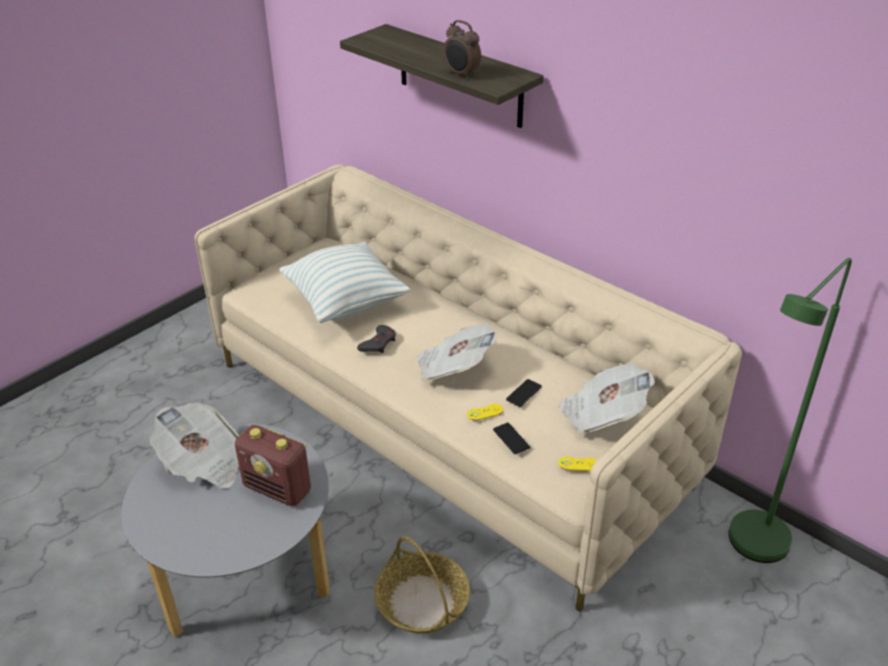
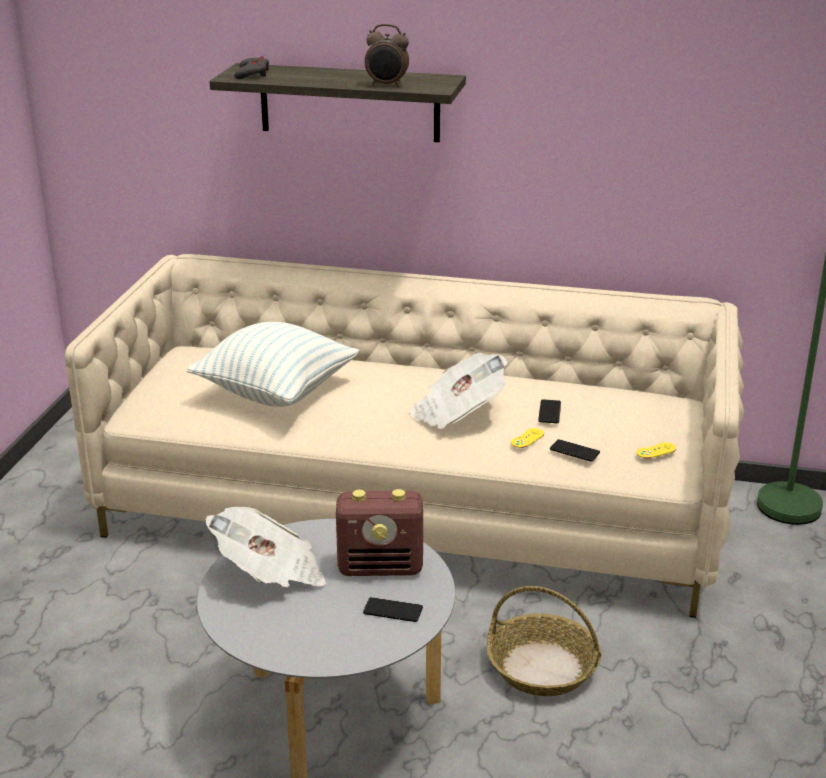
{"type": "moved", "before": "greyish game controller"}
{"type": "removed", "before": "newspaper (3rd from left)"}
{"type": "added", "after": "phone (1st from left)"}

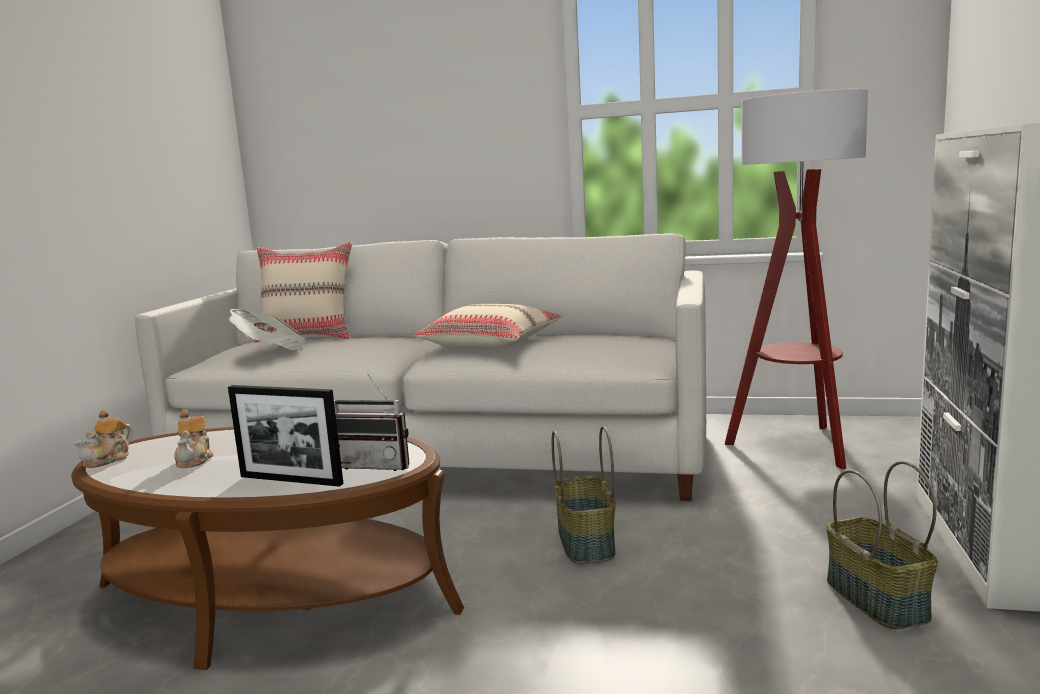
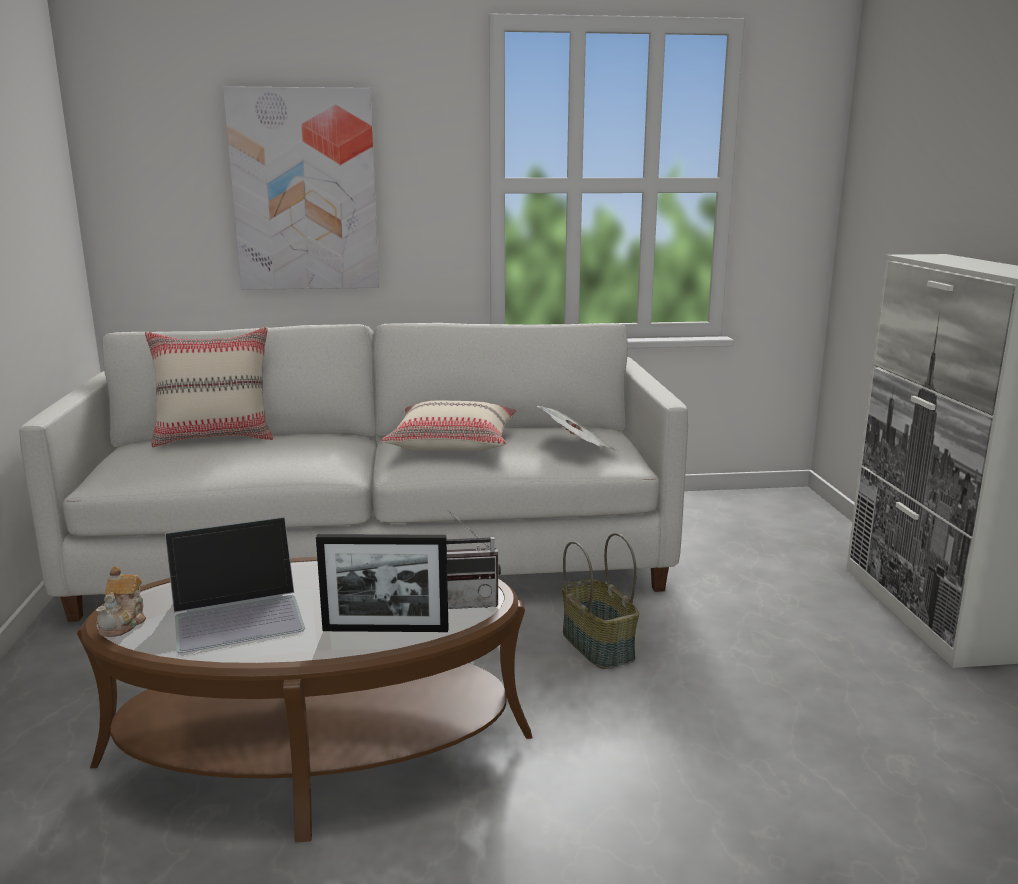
{"type": "removed", "before": "floor lamp"}
{"type": "moved", "before": "newspaper"}
{"type": "replaced", "before": "teapot (2nd from left)", "after": "laptop"}
{"type": "removed", "before": "household basket (2nd from left)"}
{"type": "added", "after": "picture"}

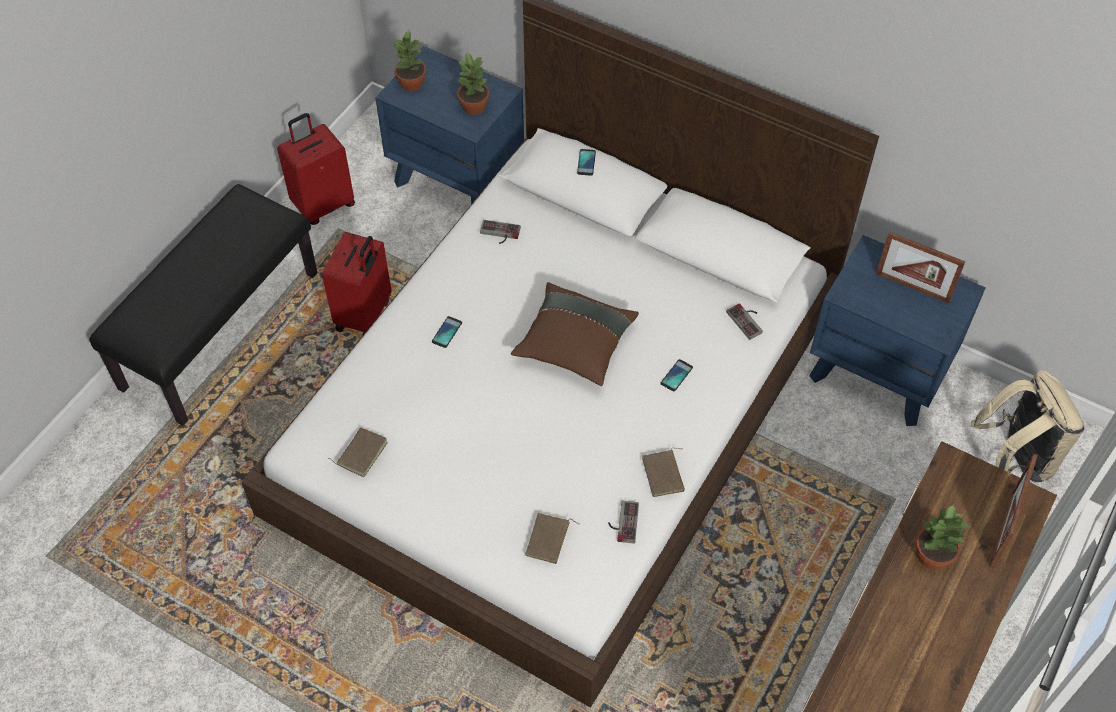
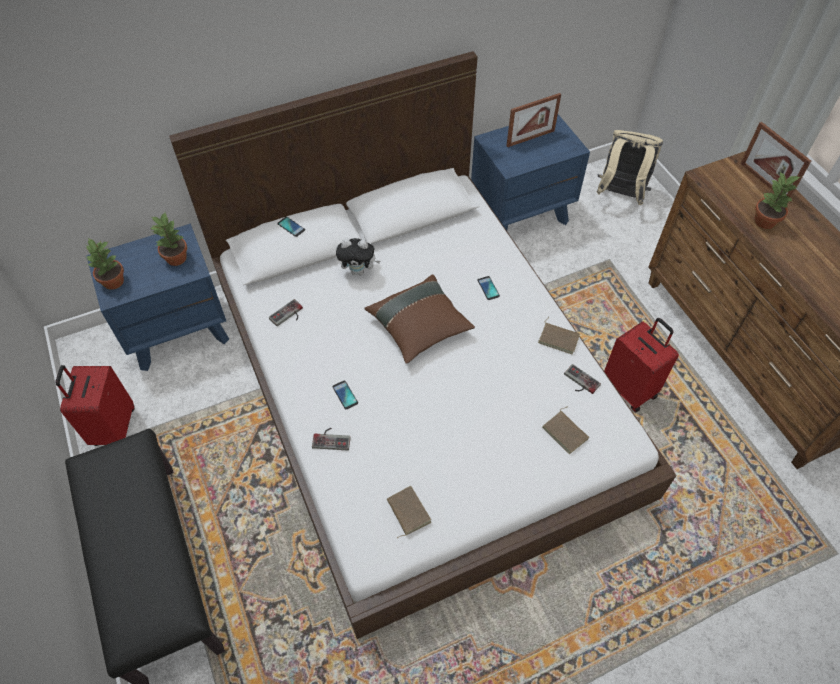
{"type": "moved", "before": "red-coloured travel case (2nd from left)"}
{"type": "moved", "before": "game controller (3rd from left in the first image)", "after": "game controller (2nd from left)"}
{"type": "added", "after": "cuddly toy"}

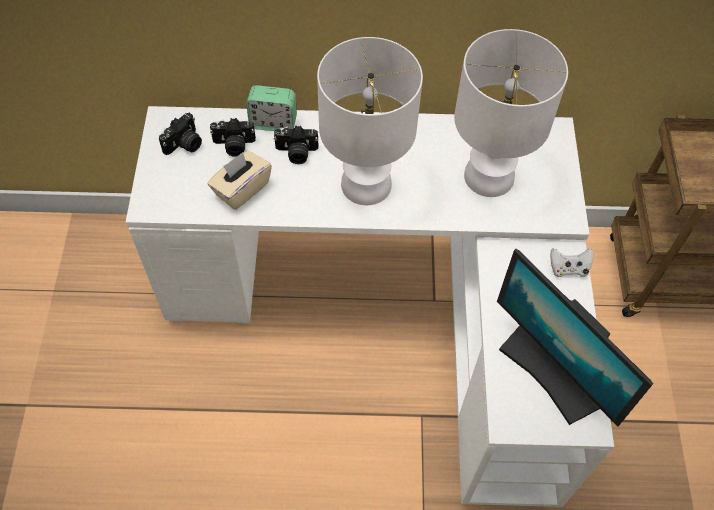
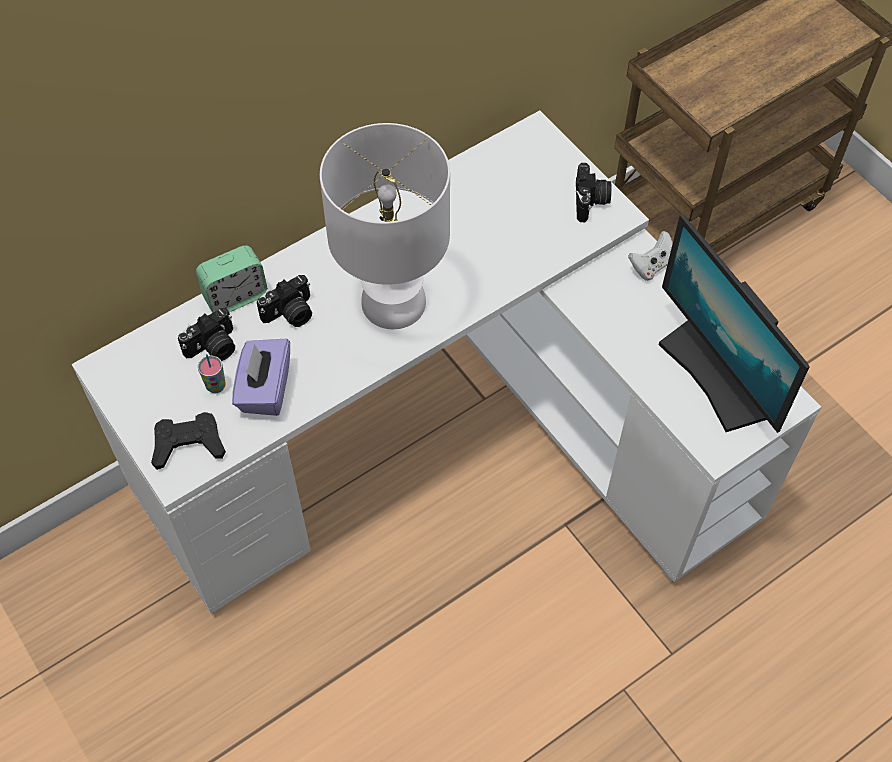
{"type": "removed", "before": "white-coloured table lamp (2nd from left)"}
{"type": "moved", "before": "photo camera (1st from left in the first image)", "after": "photo camera (3rd from left)"}
{"type": "recoloured", "before": "sand-coloured box of tissues", "after": "purple-coloured box of tissues"}
{"type": "turned", "before": "computer display", "turn": 45}
{"type": "added", "after": "small cup"}
{"type": "added", "after": "blackish game controller"}

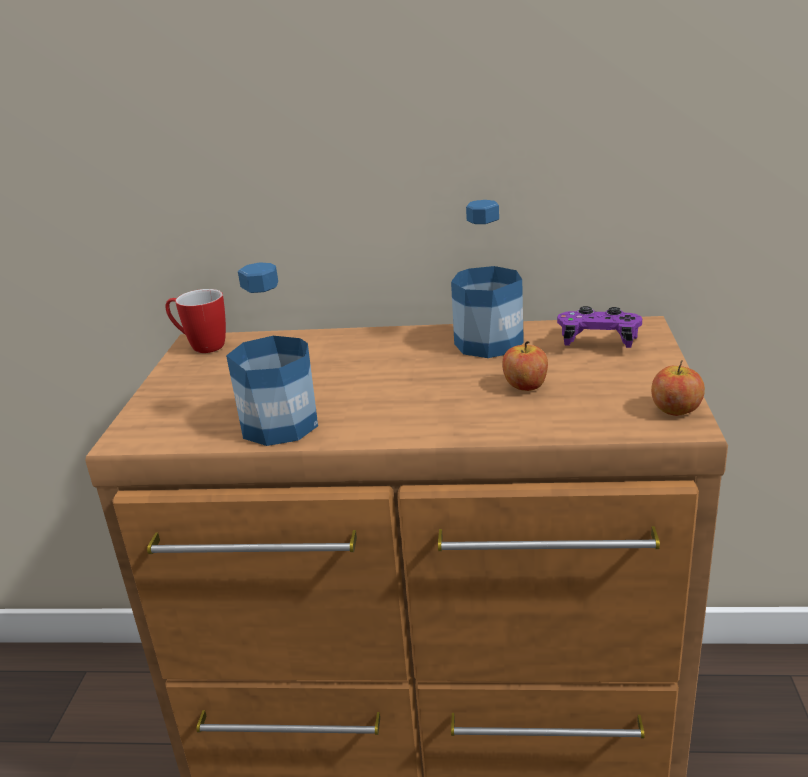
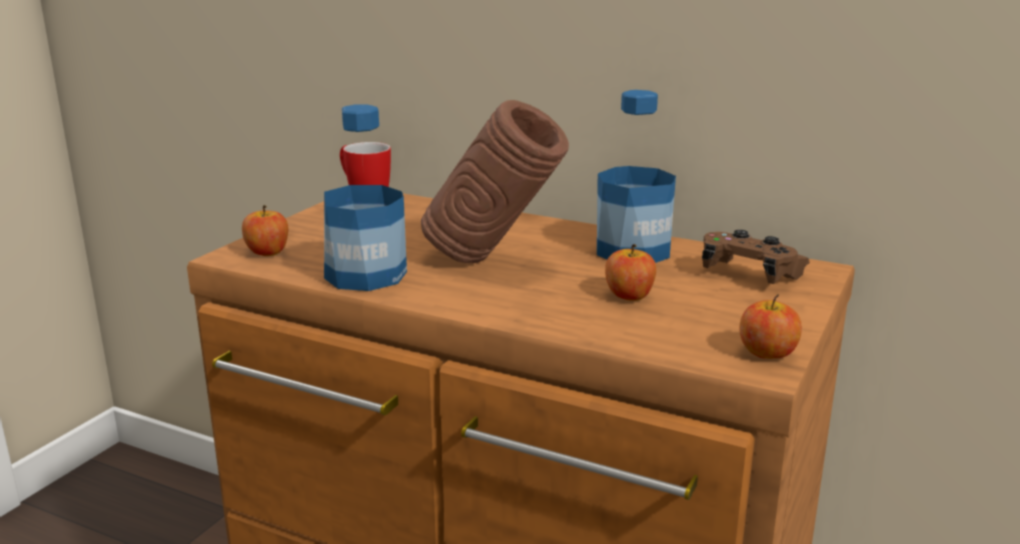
{"type": "recoloured", "before": "purple-coloured game controller", "after": "brownish game controller"}
{"type": "added", "after": "brownish flower vase"}
{"type": "added", "after": "whole apple (1st from left)"}

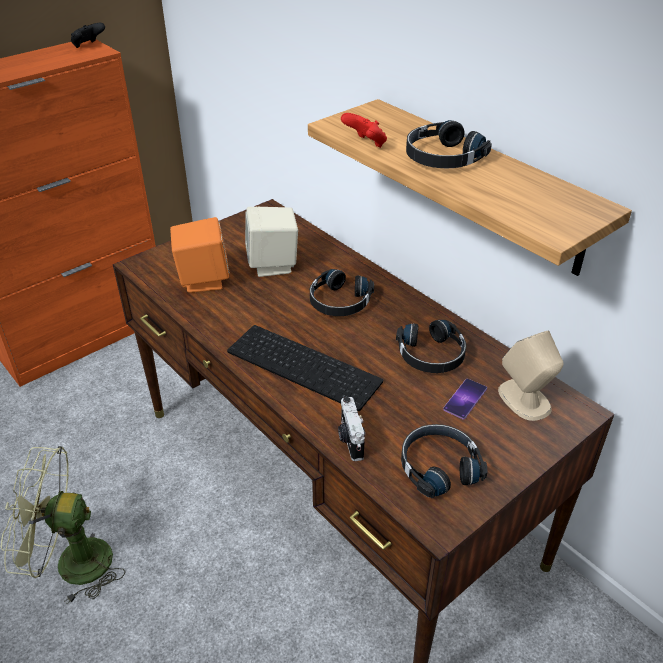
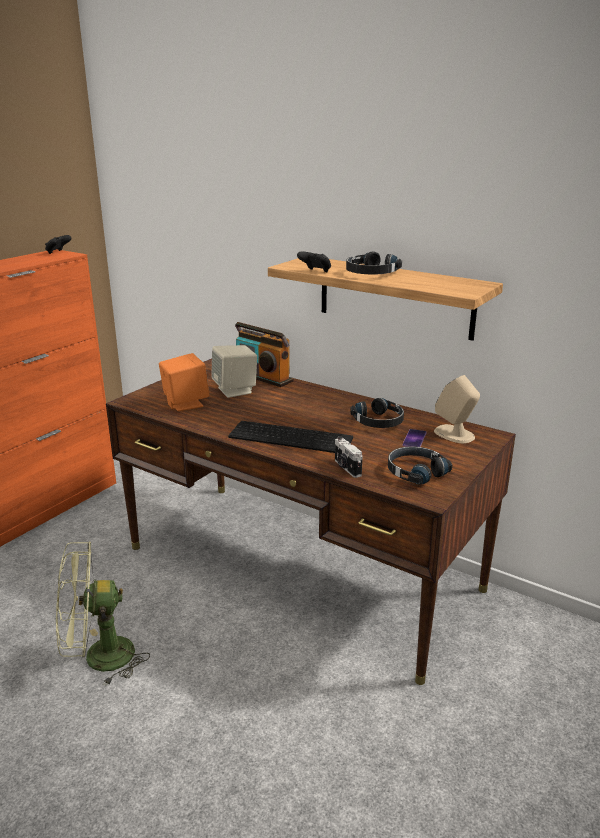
{"type": "recoloured", "before": "red-coloured game controller", "after": "blackish game controller (2nd from left)"}
{"type": "removed", "before": "blackish headphones (1st from left)"}
{"type": "added", "after": "radio receiver"}

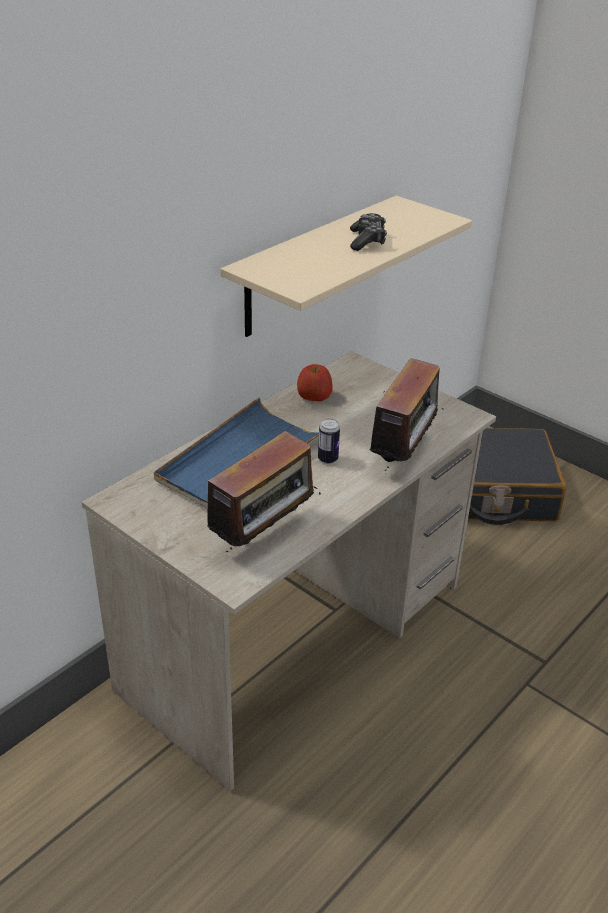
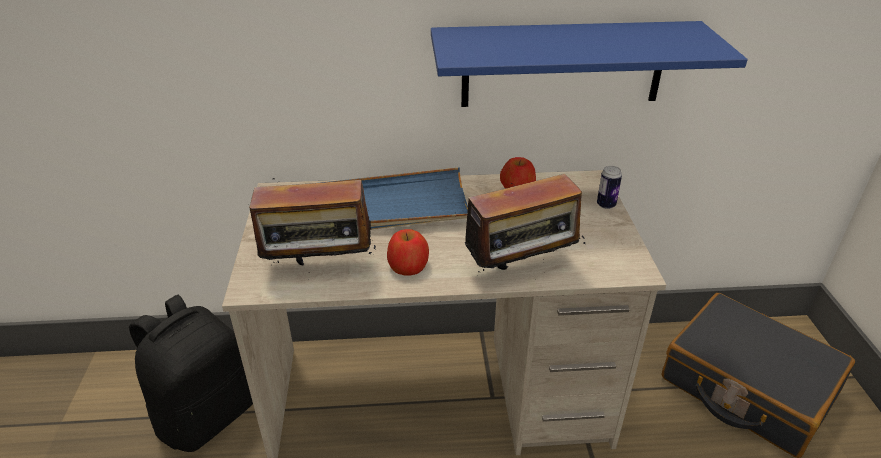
{"type": "recoloured", "before": "sand-coloured shelf", "after": "blue-coloured shelf"}
{"type": "removed", "before": "game controller"}
{"type": "moved", "before": "can"}
{"type": "added", "after": "whole apple (1st from left)"}
{"type": "added", "after": "blackish backpack"}

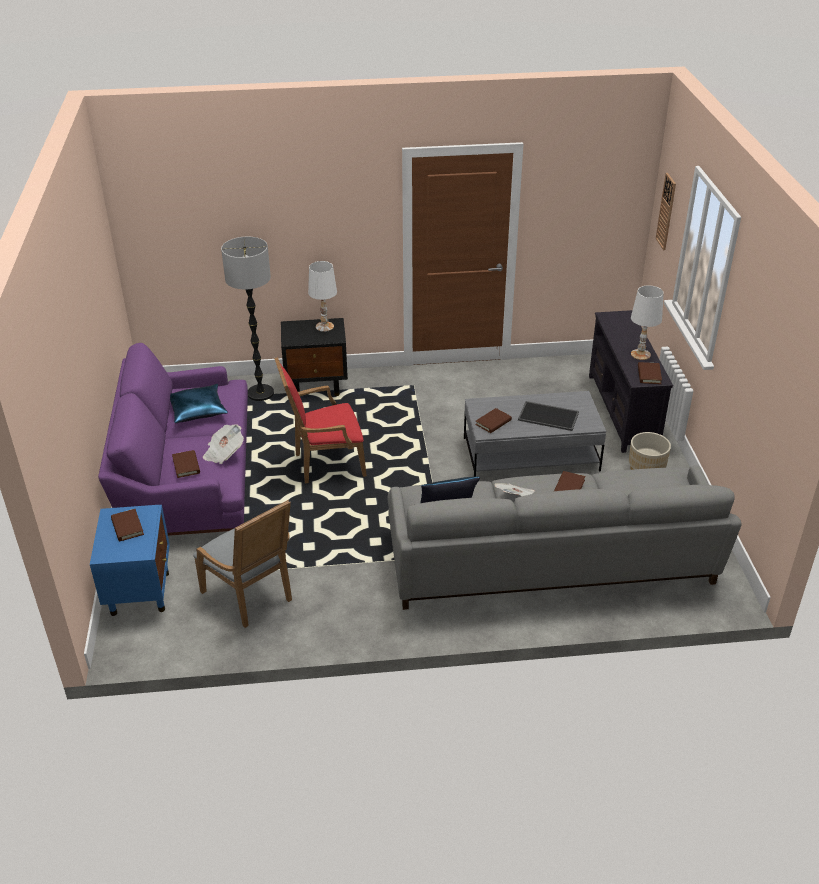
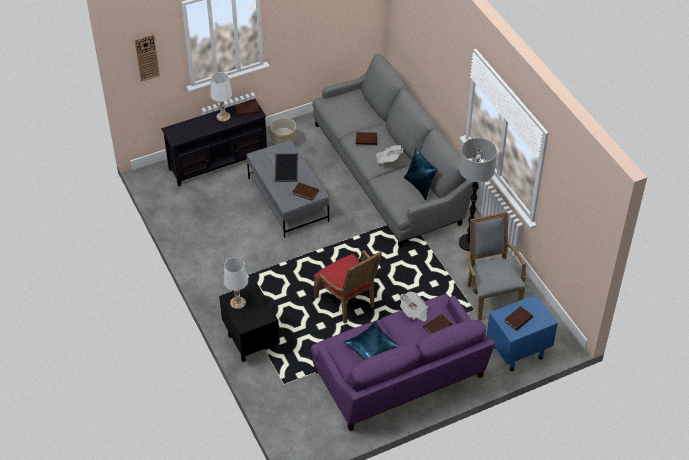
{"type": "moved", "before": "floor lamp"}
{"type": "turned", "before": "greyish lounge chair", "turn": -45}

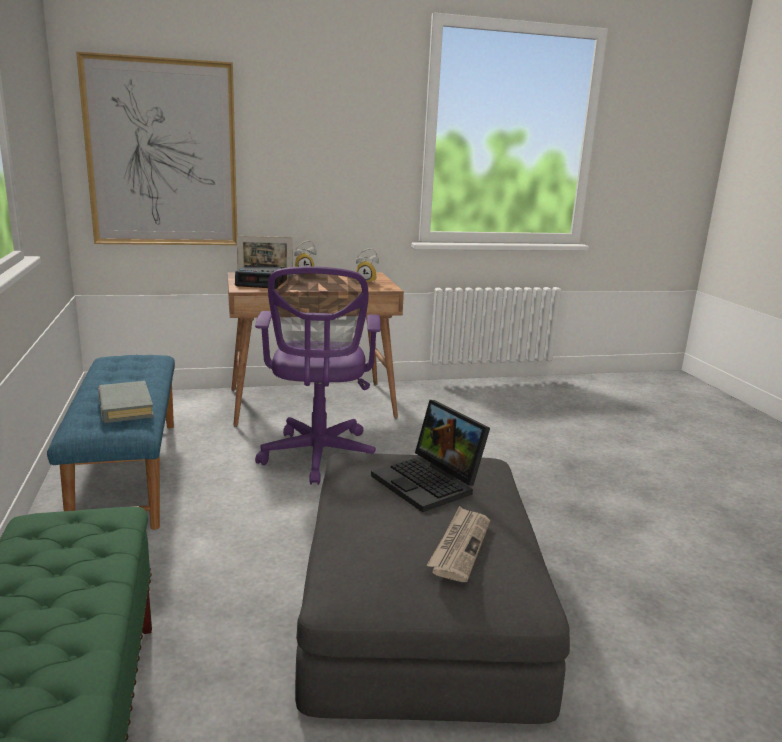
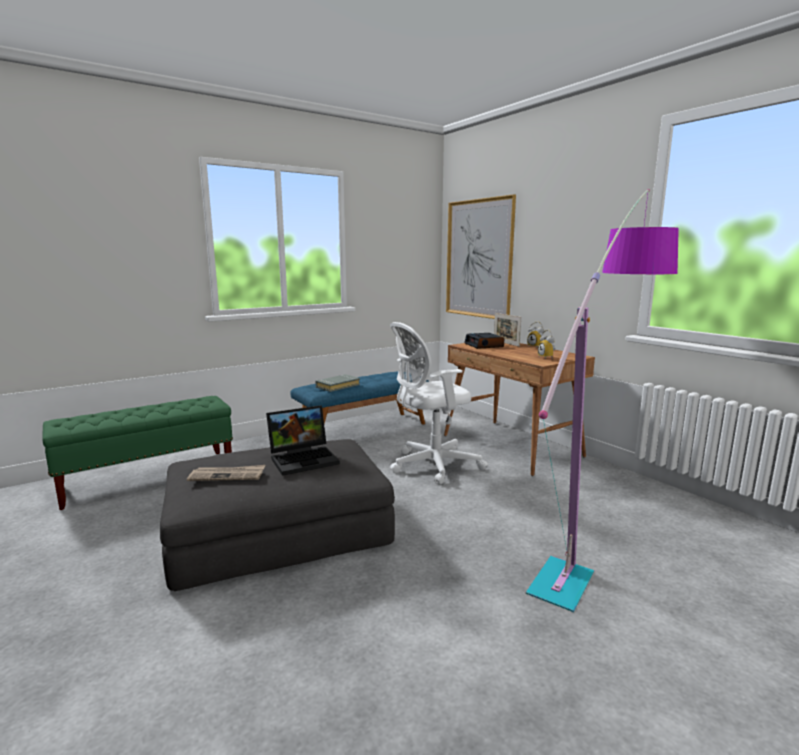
{"type": "recoloured", "before": "purple-coloured office chair", "after": "white-coloured office chair"}
{"type": "turned", "before": "laptop", "turn": -150}
{"type": "added", "after": "floor lamp"}

